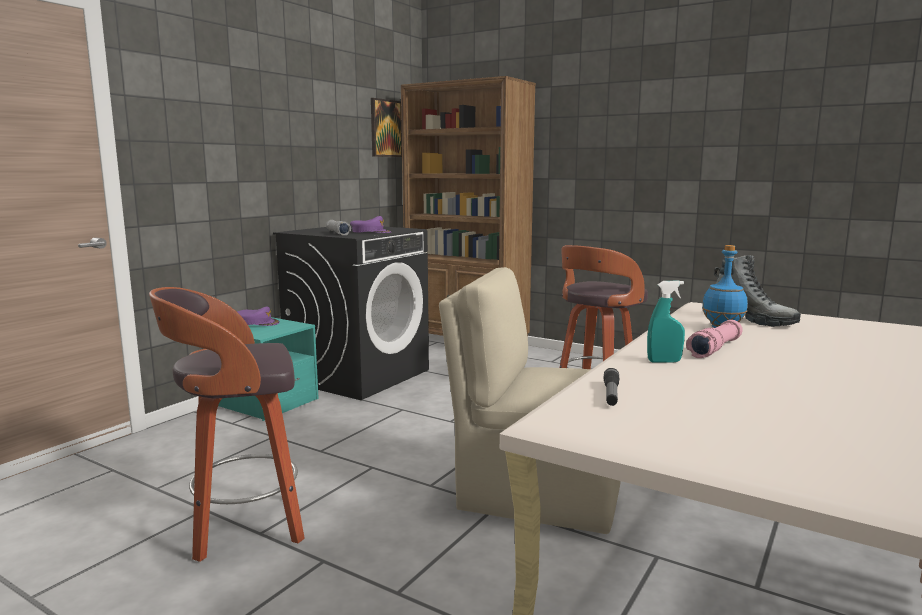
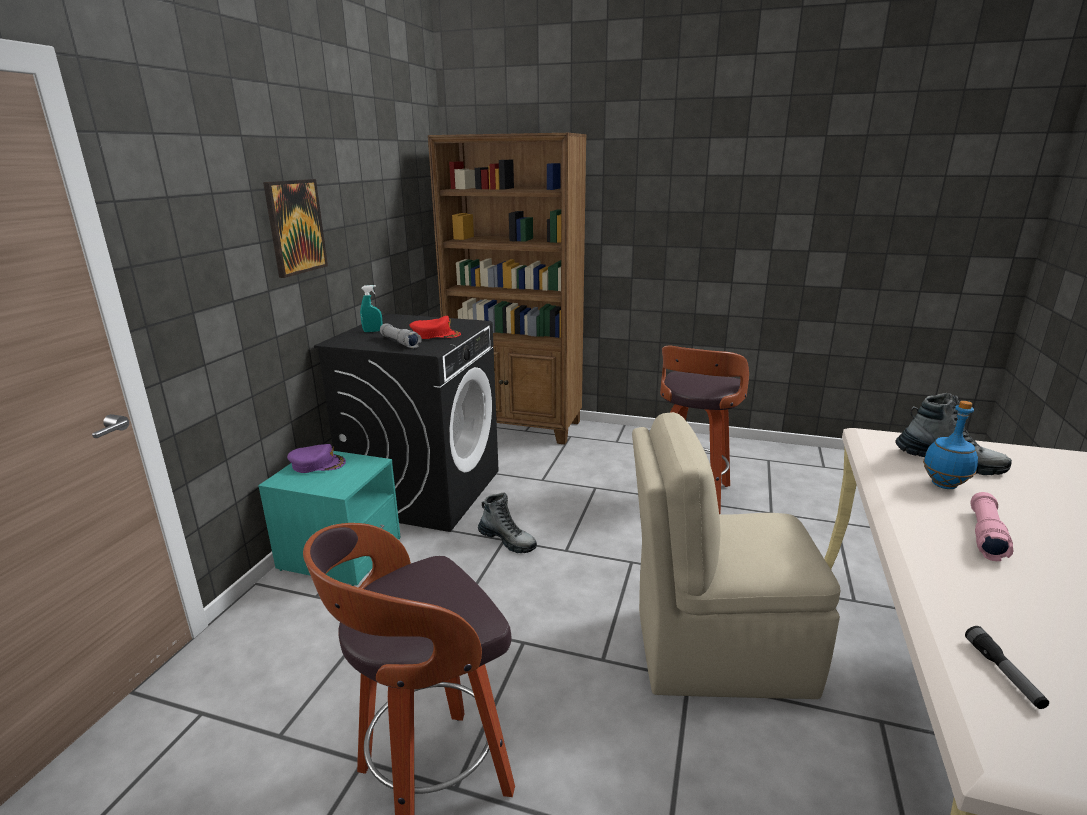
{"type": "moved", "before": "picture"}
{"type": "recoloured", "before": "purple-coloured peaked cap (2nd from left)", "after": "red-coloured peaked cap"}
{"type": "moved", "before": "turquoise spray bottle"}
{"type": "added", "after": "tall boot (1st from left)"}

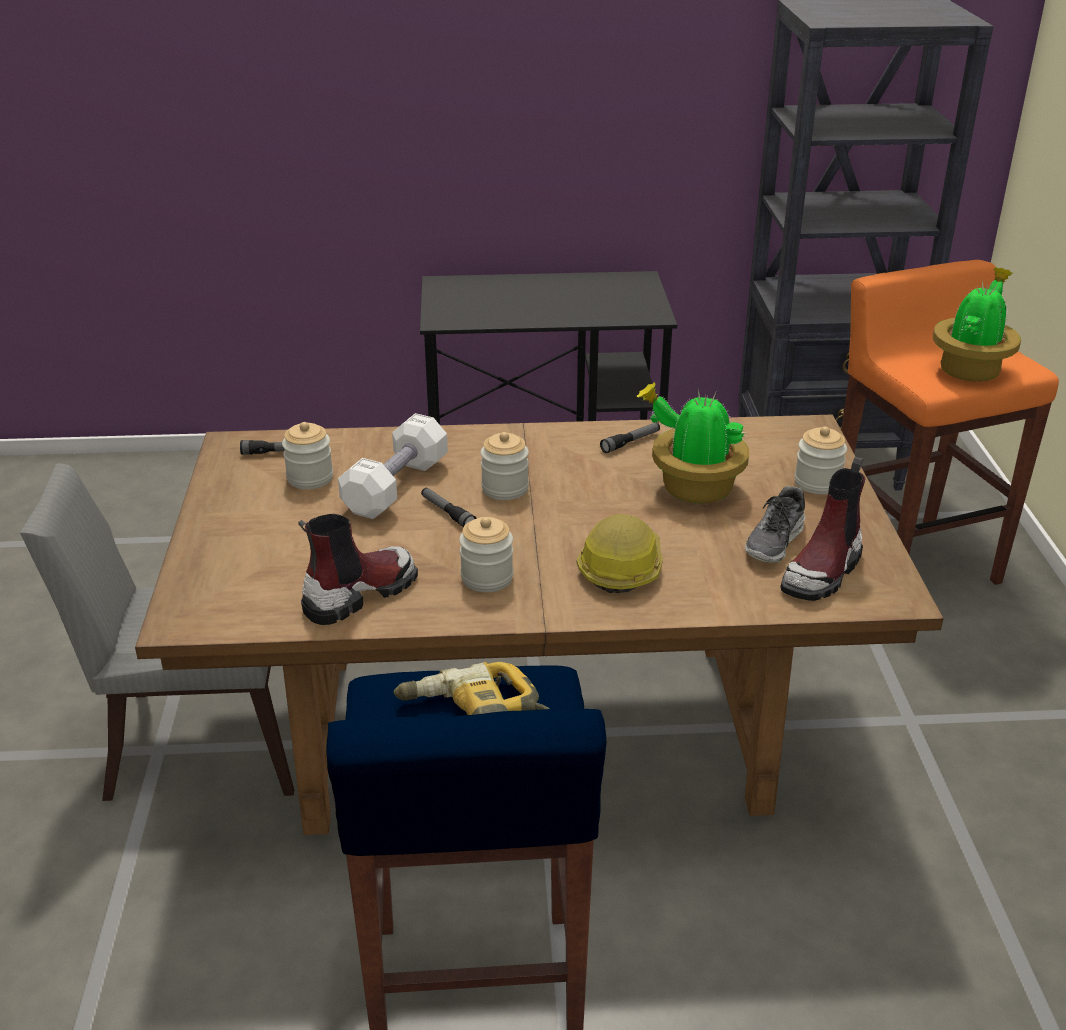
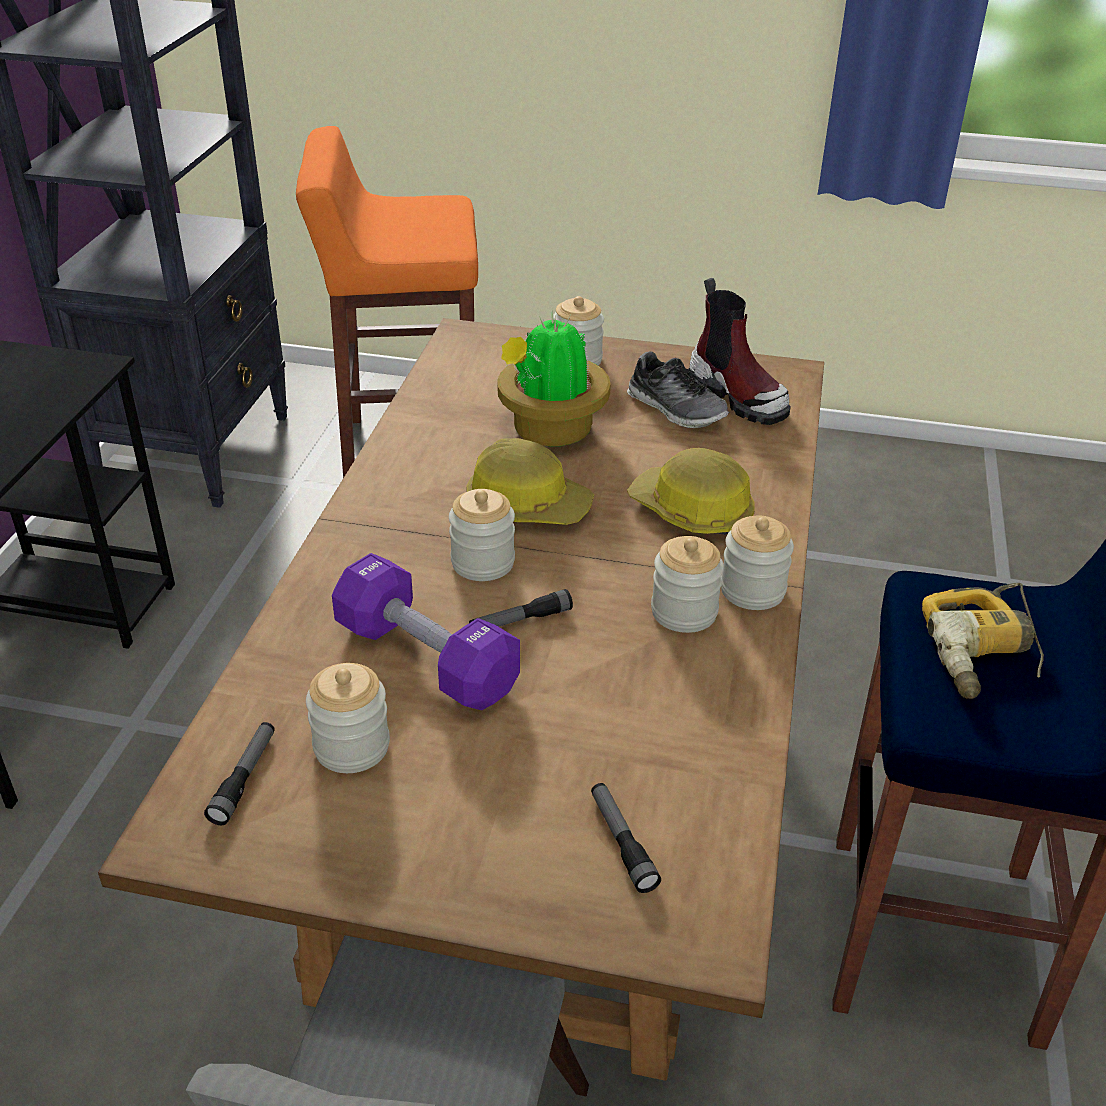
{"type": "removed", "before": "plant in a pot (2nd from left)"}
{"type": "recoloured", "before": "white-coloured hand weight", "after": "purple-coloured hand weight"}
{"type": "moved", "before": "torch (3rd from left)"}
{"type": "removed", "before": "tall boot (1st from left)"}
{"type": "added", "after": "work helmet (1st from left)"}
{"type": "added", "after": "preserve jar (5th from left)"}

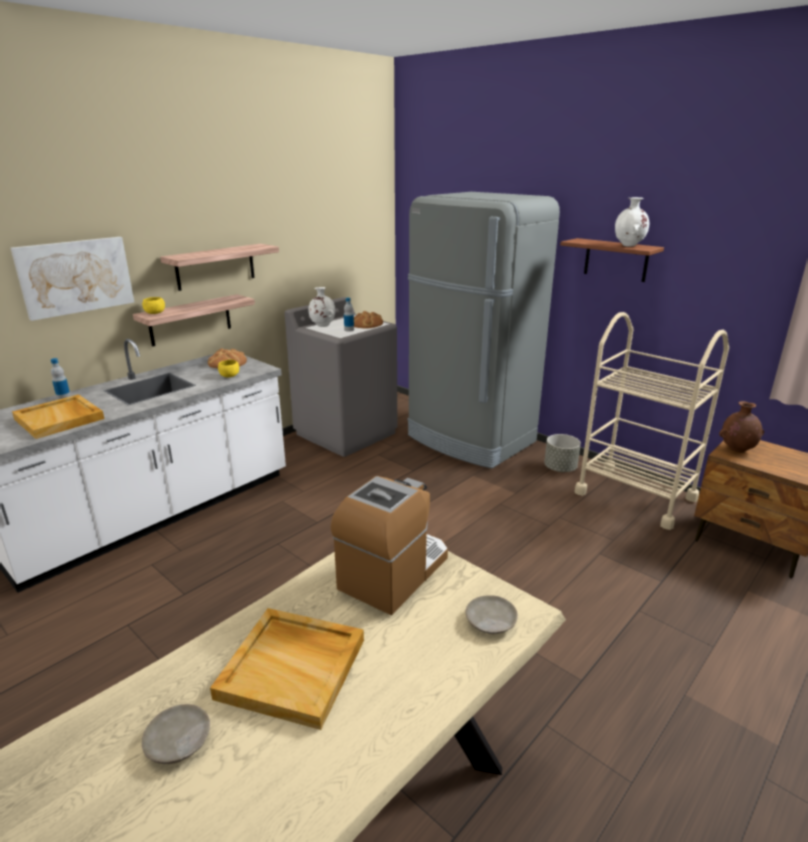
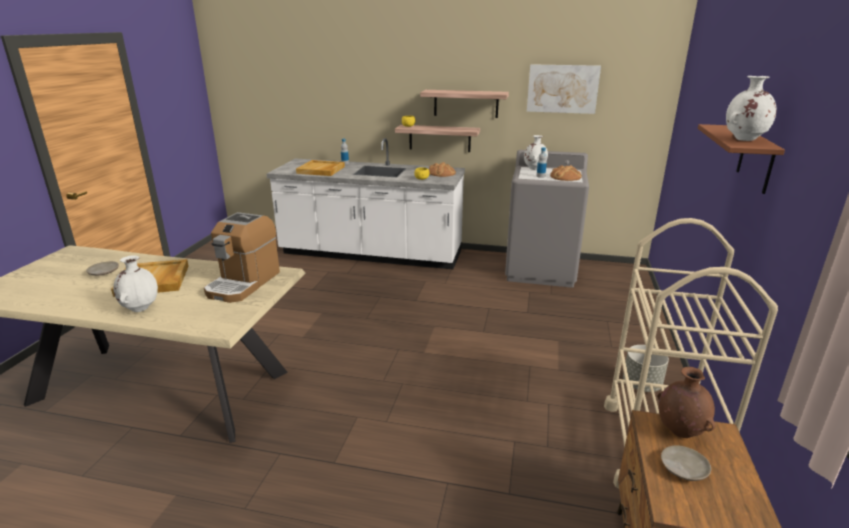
{"type": "removed", "before": "greyish refrigerator"}
{"type": "moved", "before": "picture"}
{"type": "turned", "before": "coffee machine", "turn": 105}
{"type": "moved", "before": "sand-coloured dinner plate (2nd from left)"}
{"type": "added", "after": "white-coloured flower vase (1st from left)"}

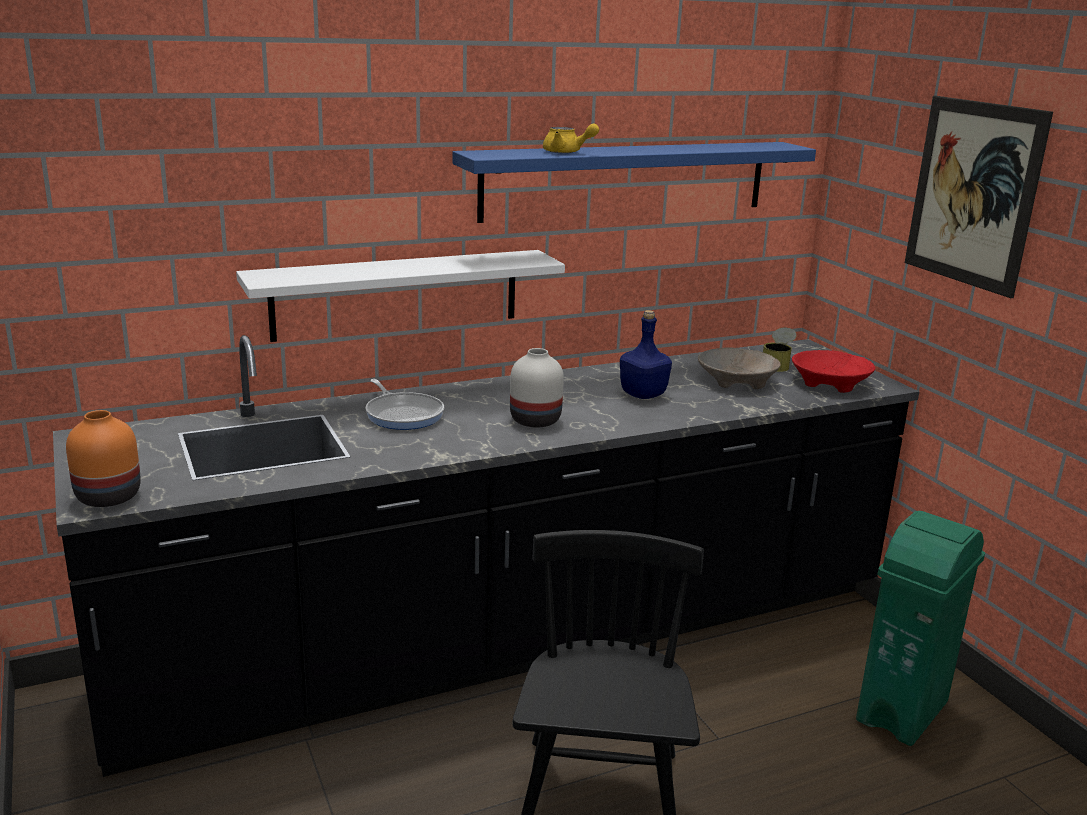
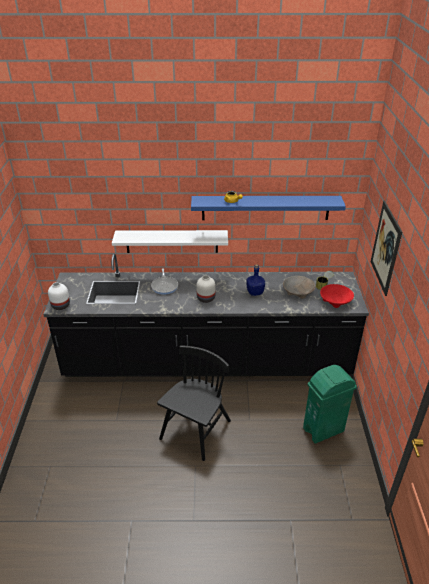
{"type": "recoloured", "before": "orange-coloured flower vase", "after": "white-coloured flower vase (1st from left)"}

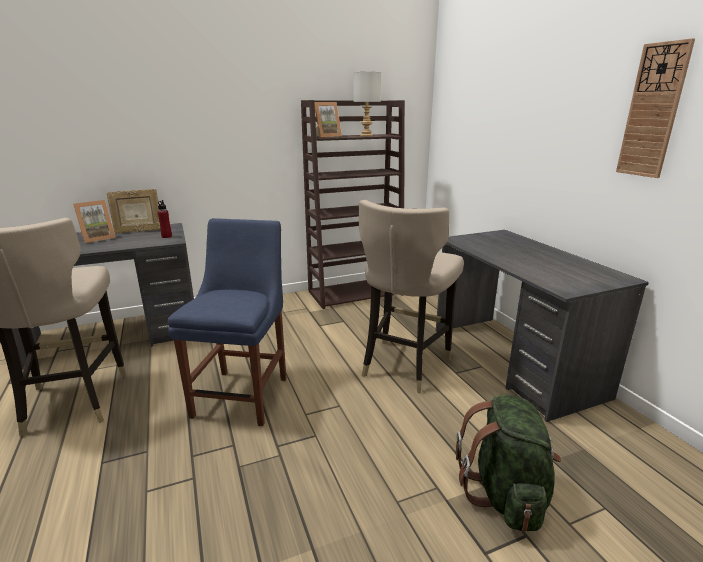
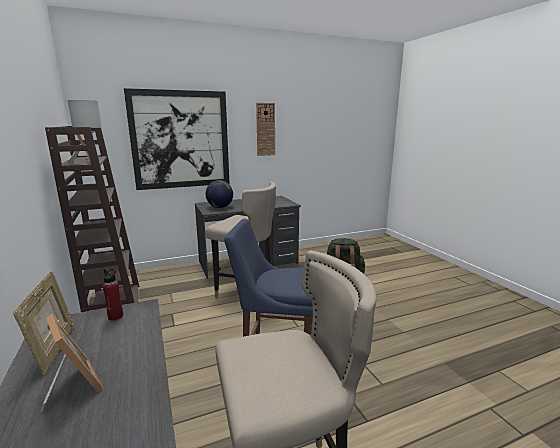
{"type": "added", "after": "picture"}
{"type": "added", "after": "globe"}

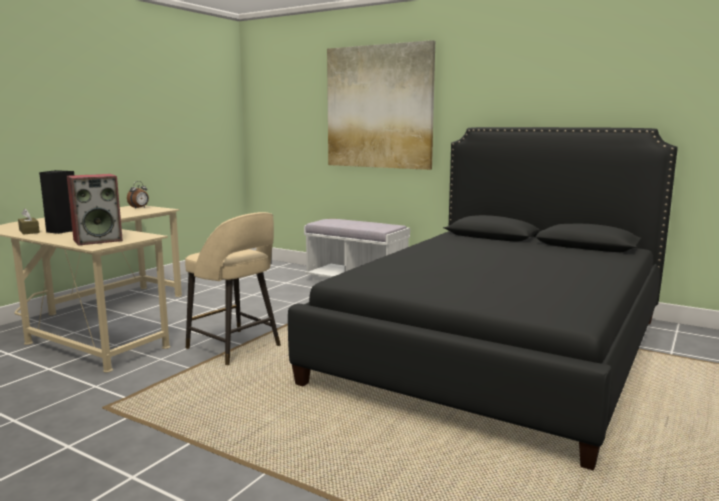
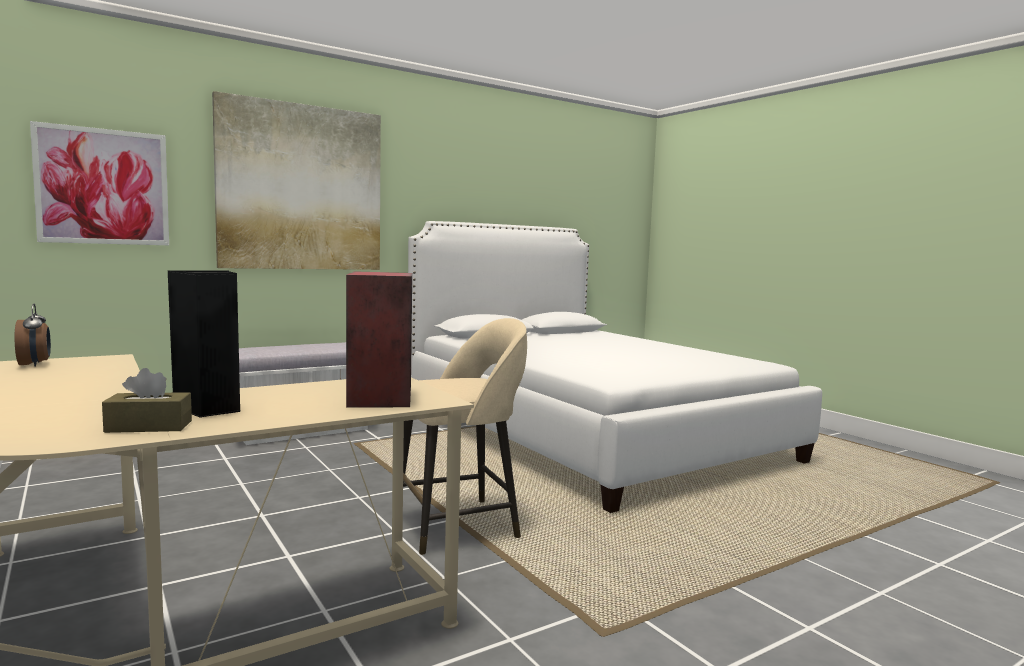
{"type": "recoloured", "before": "blackish bed", "after": "white-coloured bed"}
{"type": "added", "after": "picture (1st from left)"}

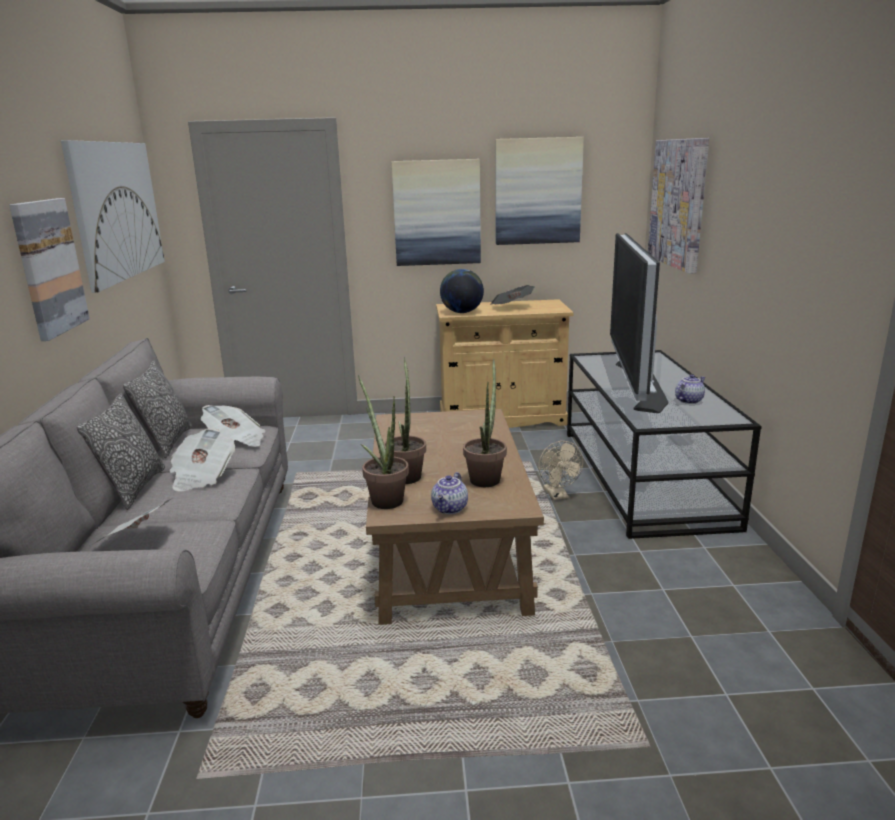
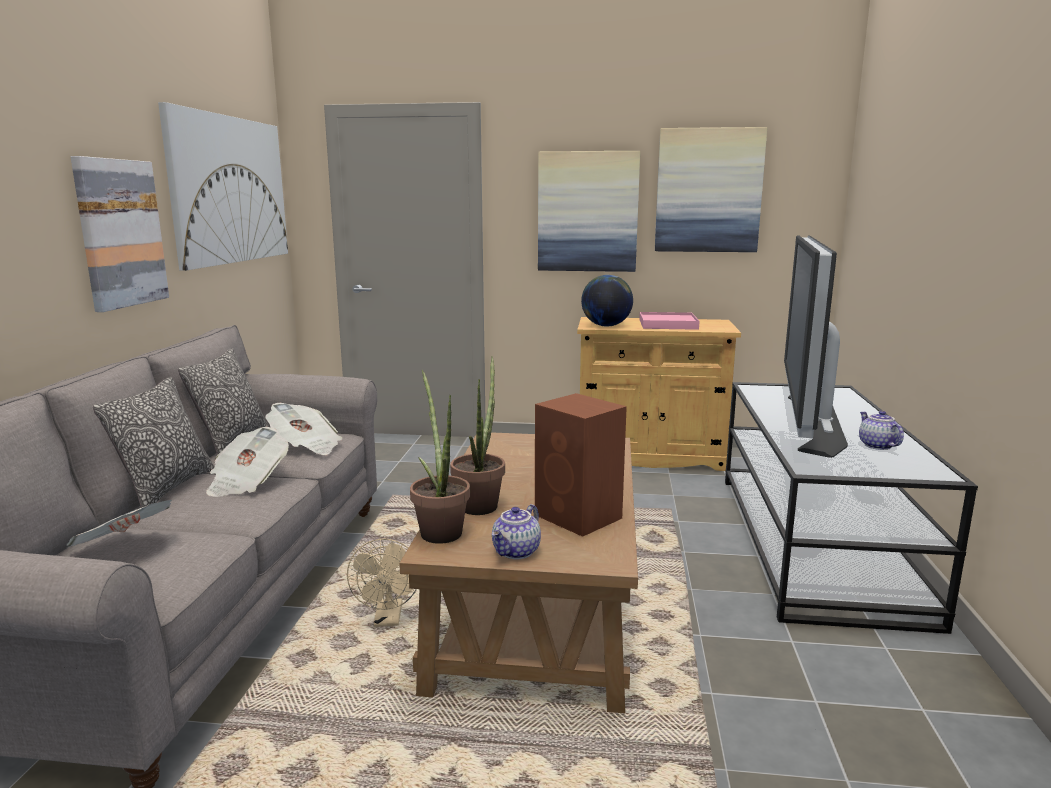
{"type": "removed", "before": "picture (5th from left)"}
{"type": "replaced", "before": "newspaper (4th from left)", "after": "pink-coloured tray"}
{"type": "replaced", "before": "plant in a pot (3rd from left)", "after": "brownish loudspeaker"}
{"type": "turned", "before": "teapot (2nd from left)", "turn": -75}
{"type": "moved", "before": "sand-coloured fan"}

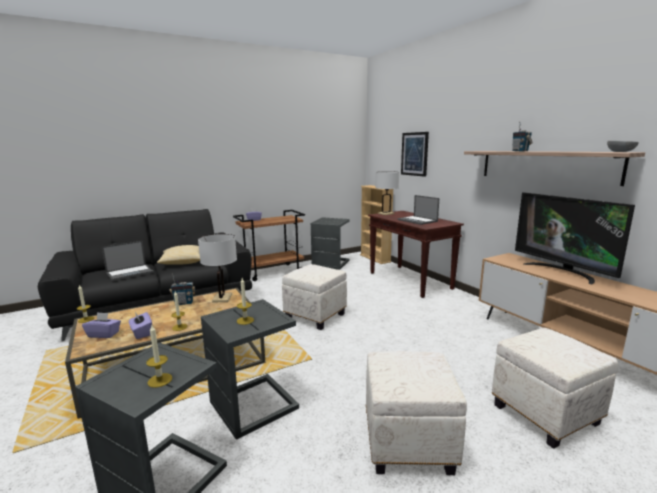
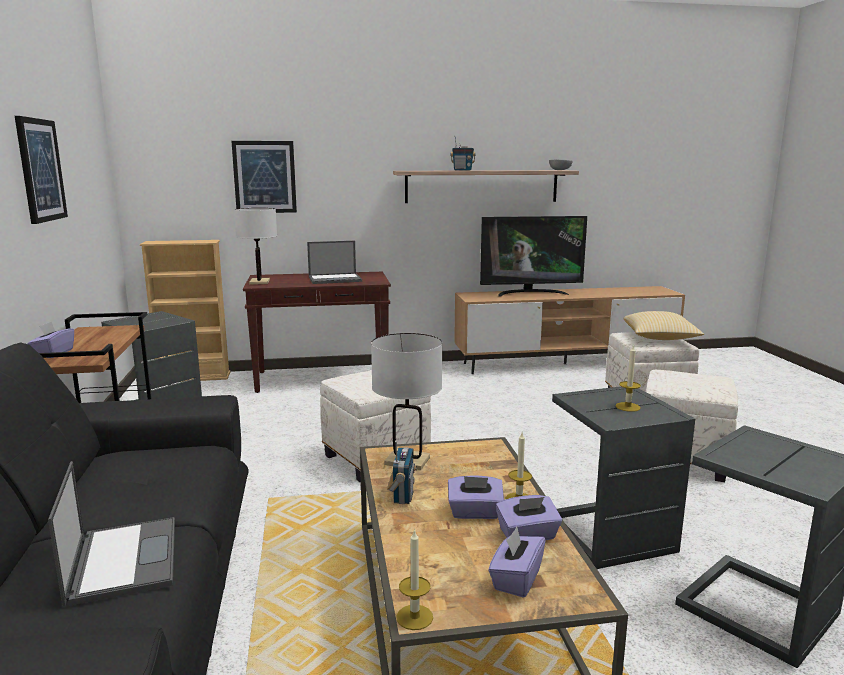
{"type": "moved", "before": "throw pillow"}
{"type": "removed", "before": "wax candle (2nd from left)"}
{"type": "added", "after": "picture (1st from left)"}
{"type": "added", "after": "purple-coloured box of tissues (2nd from left)"}

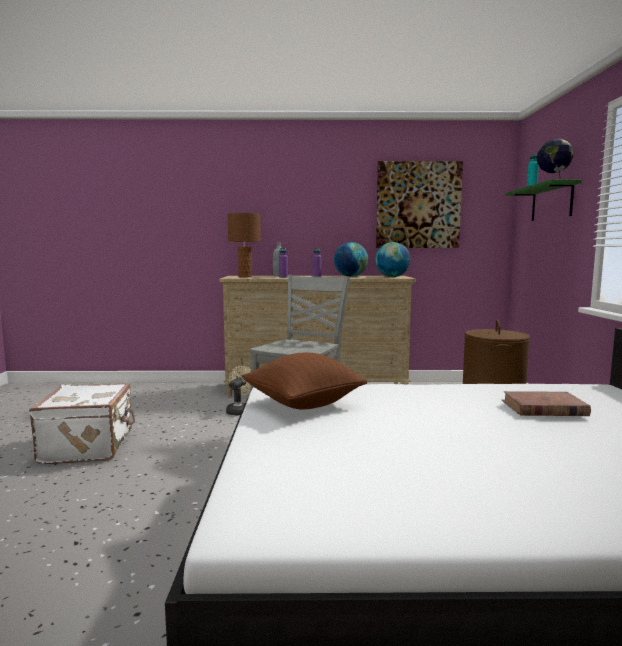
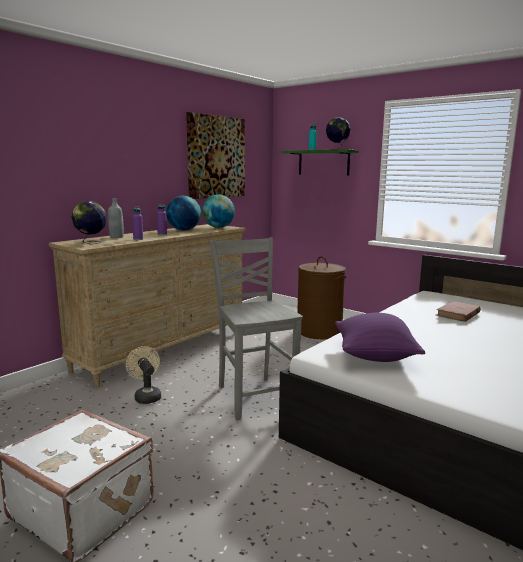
{"type": "replaced", "before": "brownish table lamp", "after": "globe (1st from left)"}
{"type": "recoloured", "before": "brownish throw pillow", "after": "purple-coloured throw pillow"}

